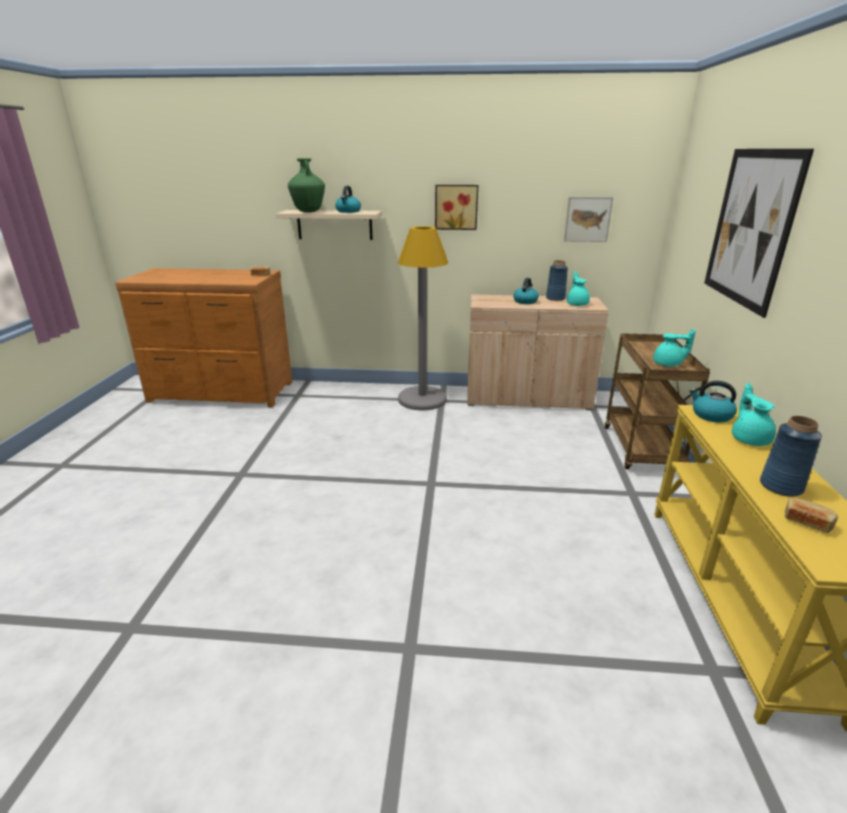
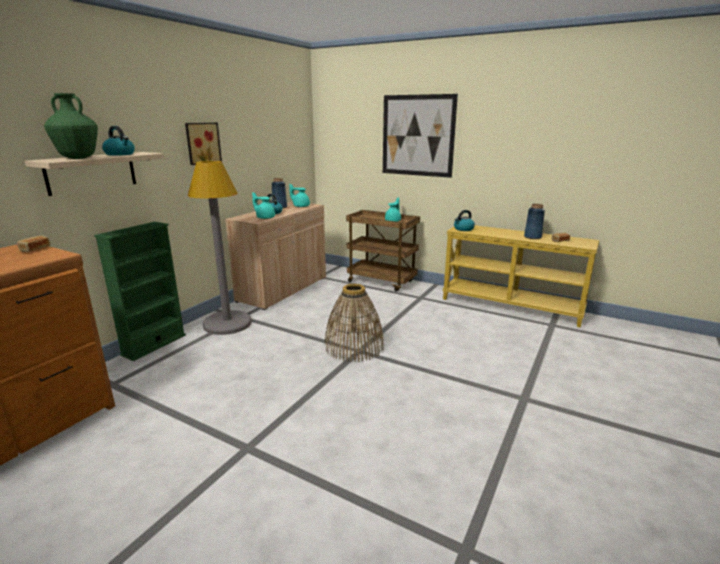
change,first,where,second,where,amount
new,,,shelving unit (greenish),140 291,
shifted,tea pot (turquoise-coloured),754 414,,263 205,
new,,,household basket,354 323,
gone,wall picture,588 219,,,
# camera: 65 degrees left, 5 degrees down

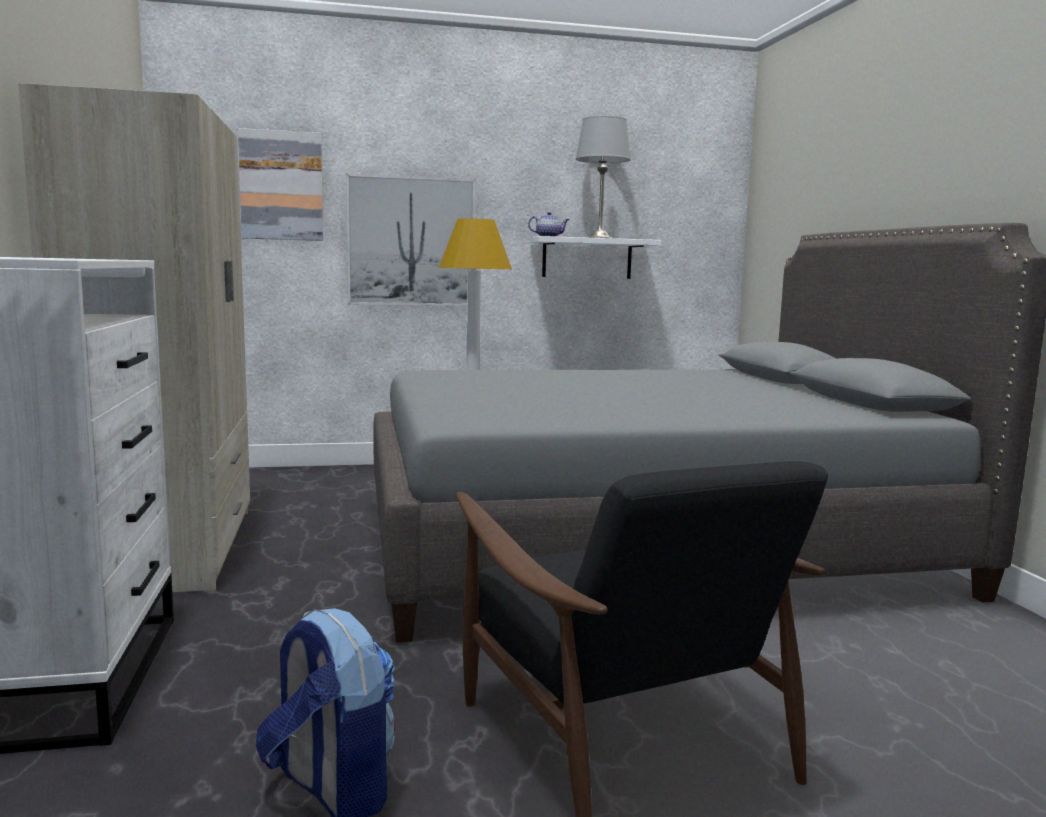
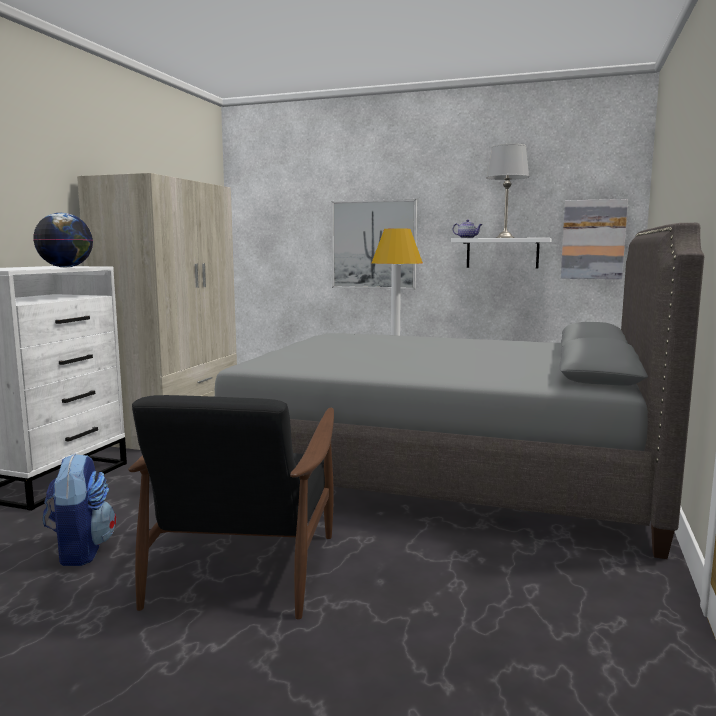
change,first,where,second,where,amount
new,,,desk globe,63 240,
shifted,wall picture,280 184,,594 239,
# camera: 30 degrees right, 0 degrees up

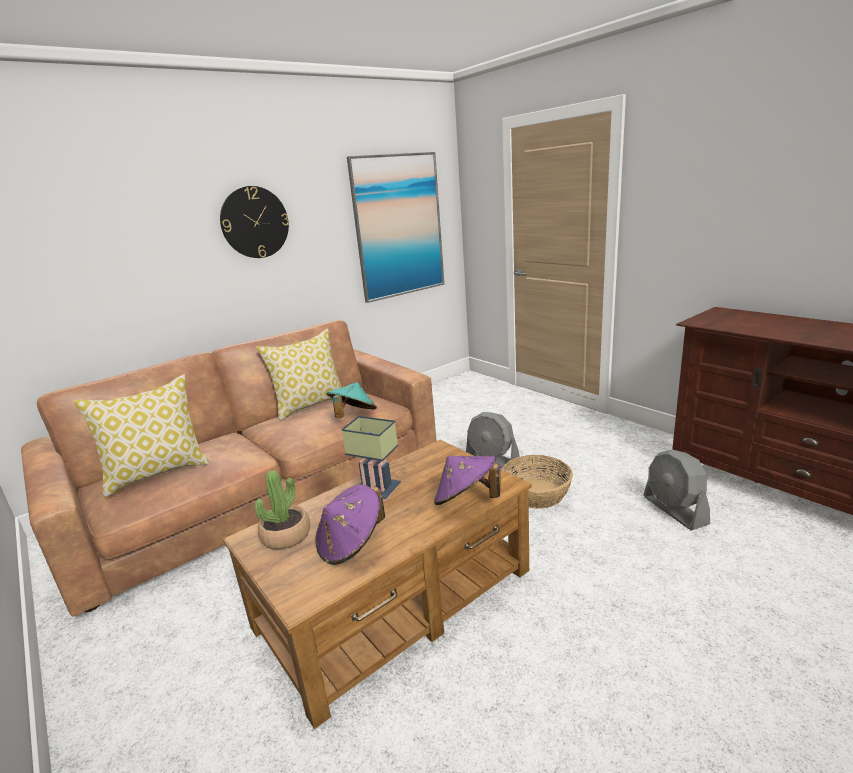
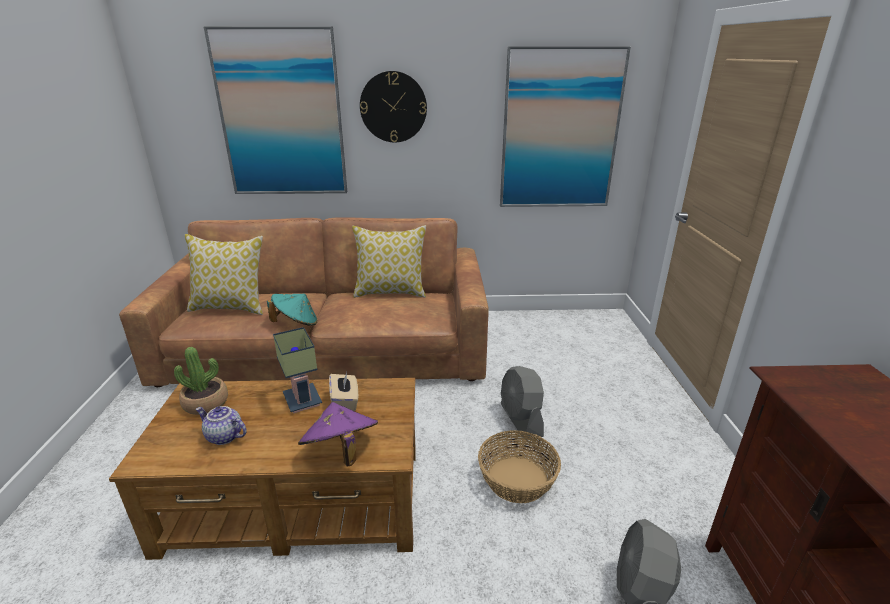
change,first,where,second,where,amount
swapped,hat (purple),350 525,tea pot,221 425,
new,,,wall picture,275 110,
shifted,hat (turquoise-coloured),351 400,,292 310,
new,,,box of tissues (beige-coloured),343 391,
# camera: 35 degrees right, 5 degrees up

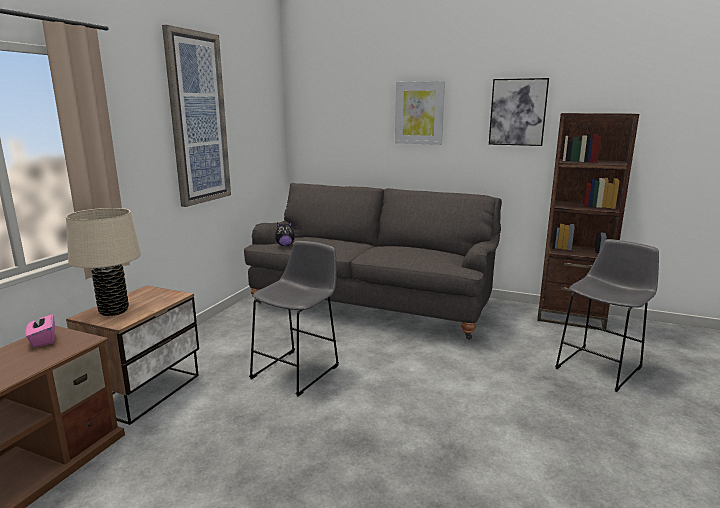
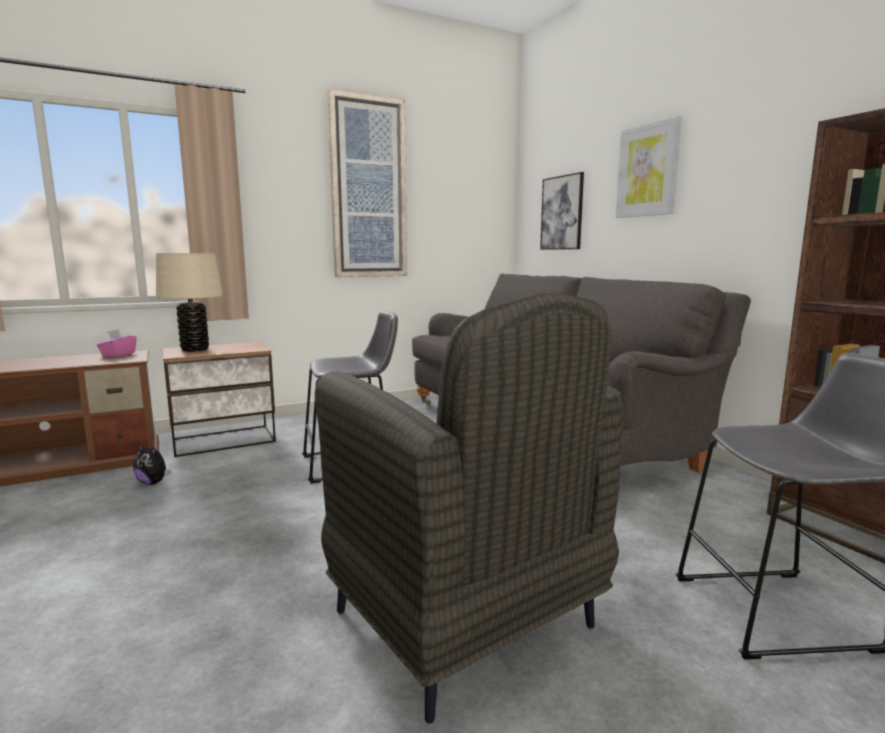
change,first,where,second,where,amount
shifted,cuddly toy,285 234,,152 464,
new,,,lounge chair (gray),470 508,
shifted,wall picture,519 112,,562 211,
# camera: 40 degrees right, 5 degrees down

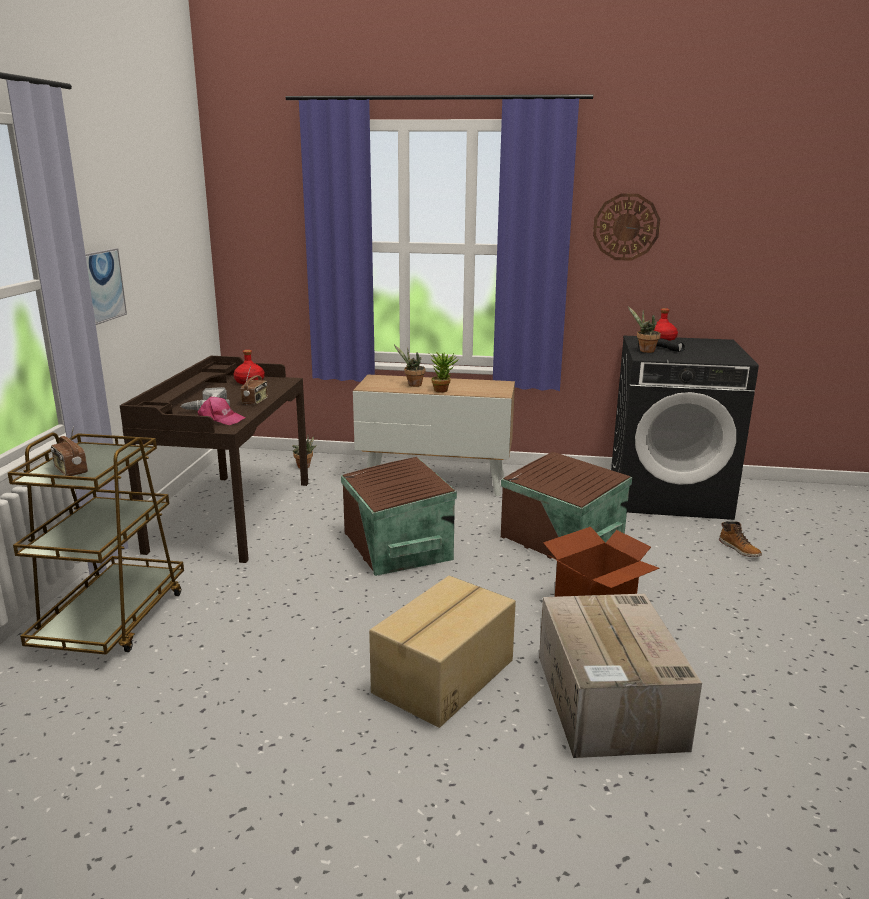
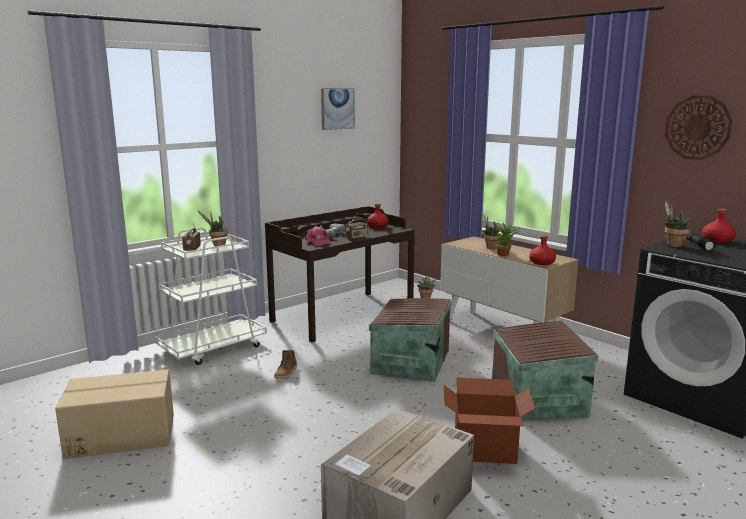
change,first,where,second,where,amount
shifted,packing box,442 652,,114 414,
repainted,wheeled cart (brownish),96 544,wheeled cart (whitish),211 296,
new,,,plant in a pot,213 228,
shifted,boot,740 539,,285 364,
shifted,wall picture,106 286,,338 109,
new,,,drink bottle (red-coloured),542 250,
# camera: 40 degrees right, 5 degrees down

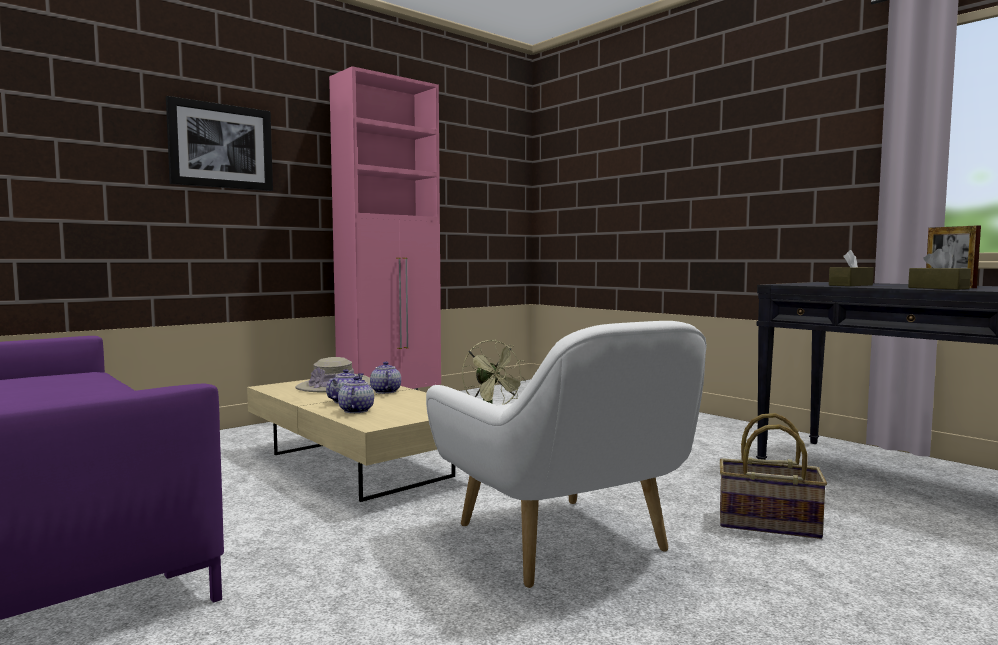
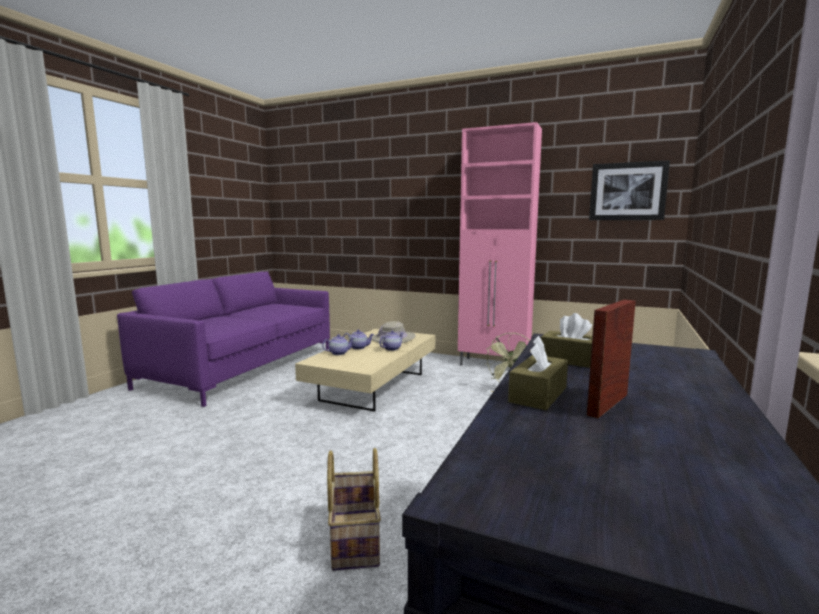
change,first,where,second,where,amount
shifted,wall picture,219 143,,629 190,
gone,lounge chair (whitish),566 454,,,
# camera: 65 degrees right, 5 degrees up

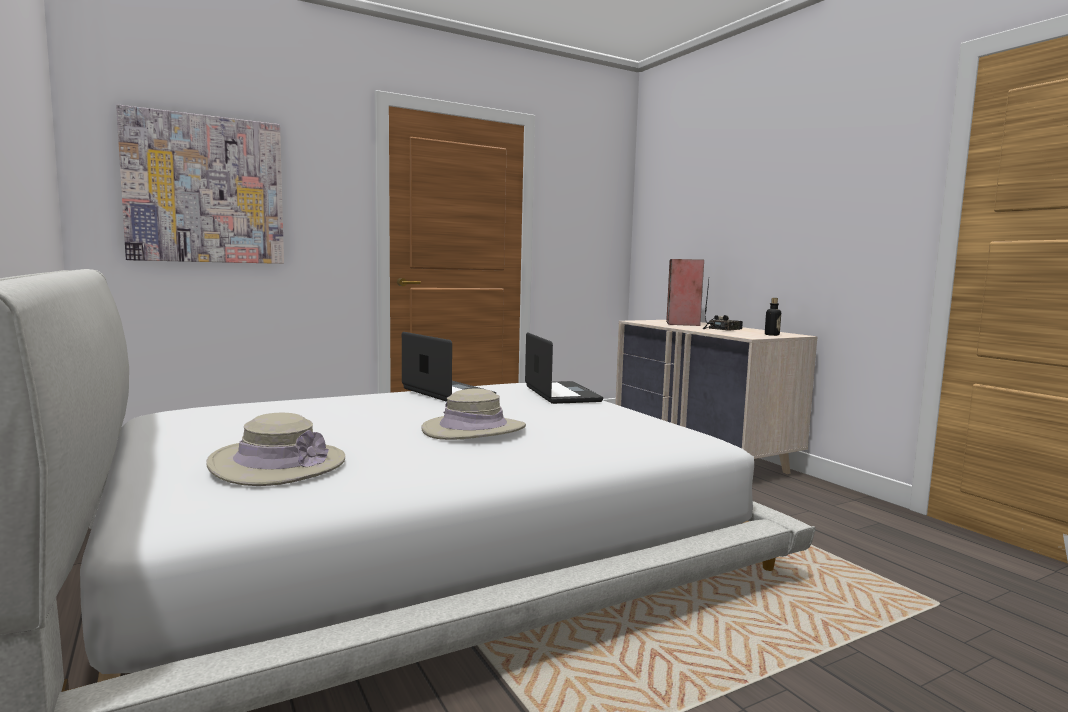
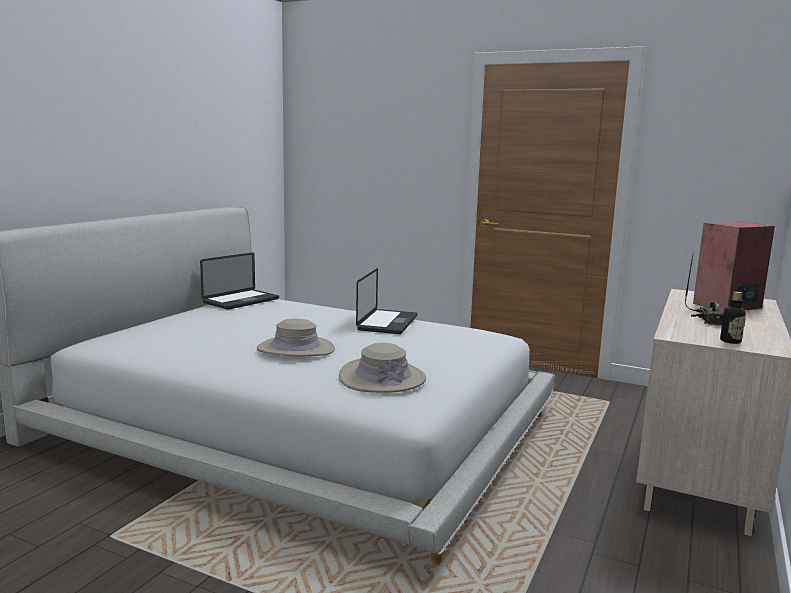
change,first,where,second,where,amount
shifted,notebook computer,564 368,,239 281,
shifted,hat (beige-coloured),275 449,,382 368,
gone,wall picture,200 184,,,
# camera: 55 degrees right, 5 degrees up

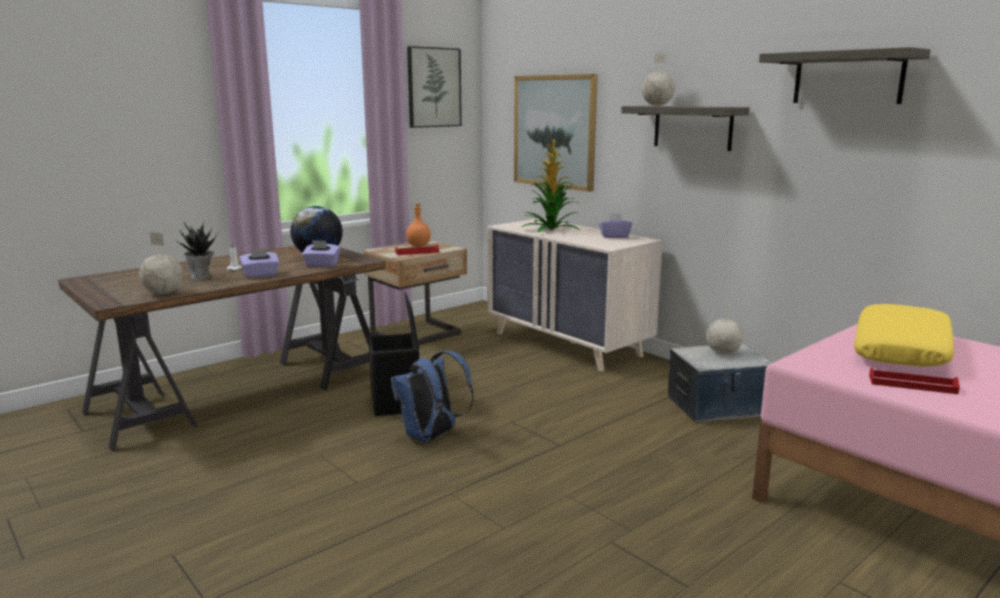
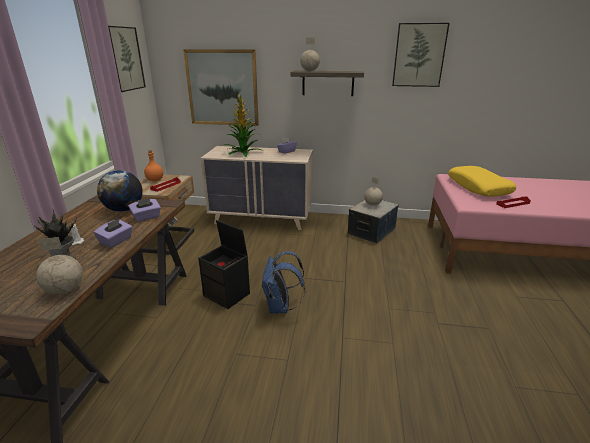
change,first,where,second,where,amount
swapped,shelf,844 75,wall picture,420 55,
# camera: 40 degrees left, 10 degrees up

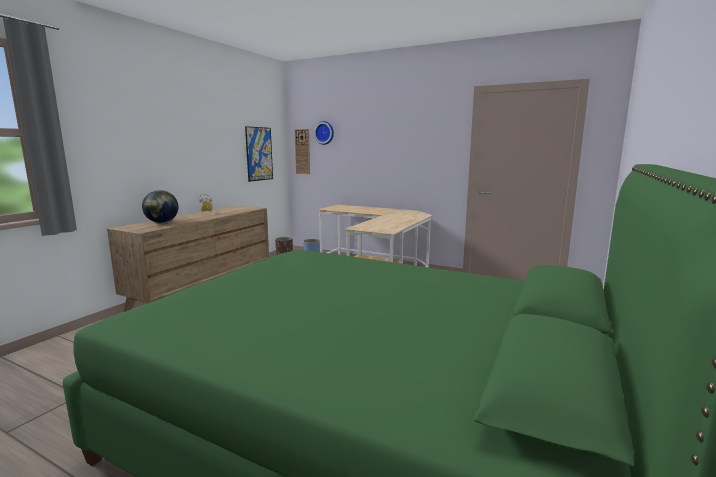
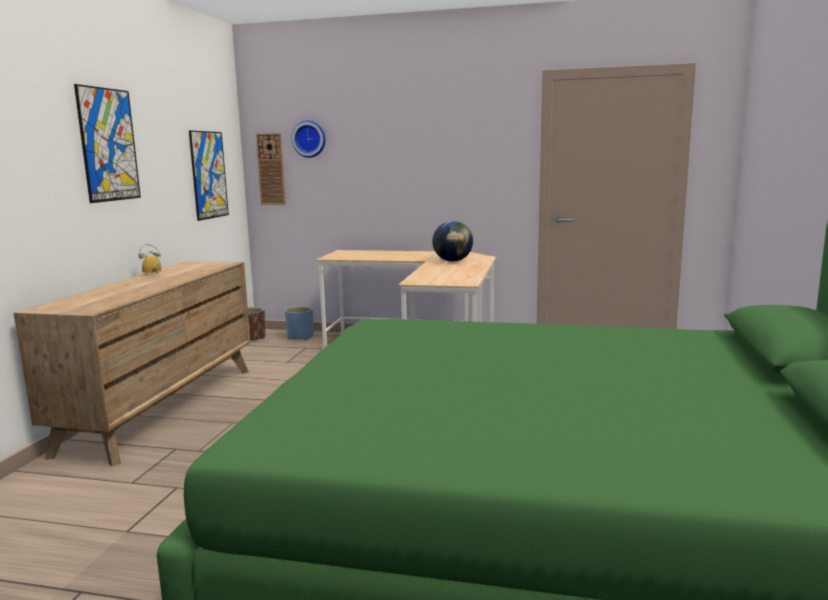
change,first,where,second,where,amount
new,,,wall picture,107 143,
shifted,desk globe,160 206,,452 241,
# camera: 15 degrees left, 0 degrees up

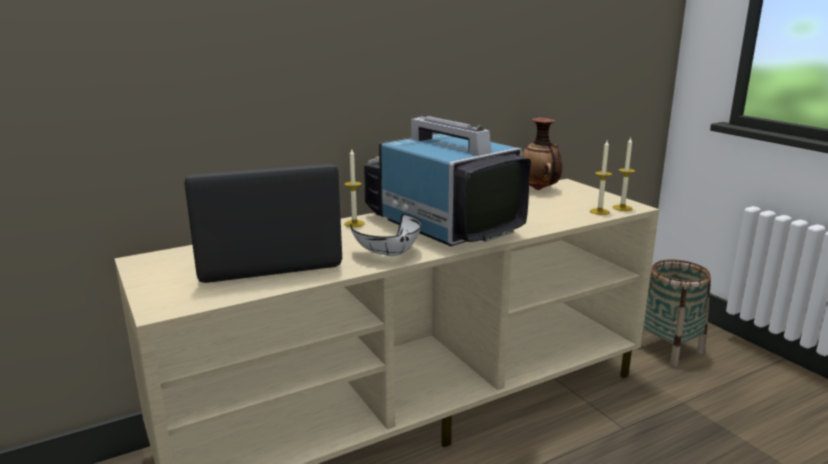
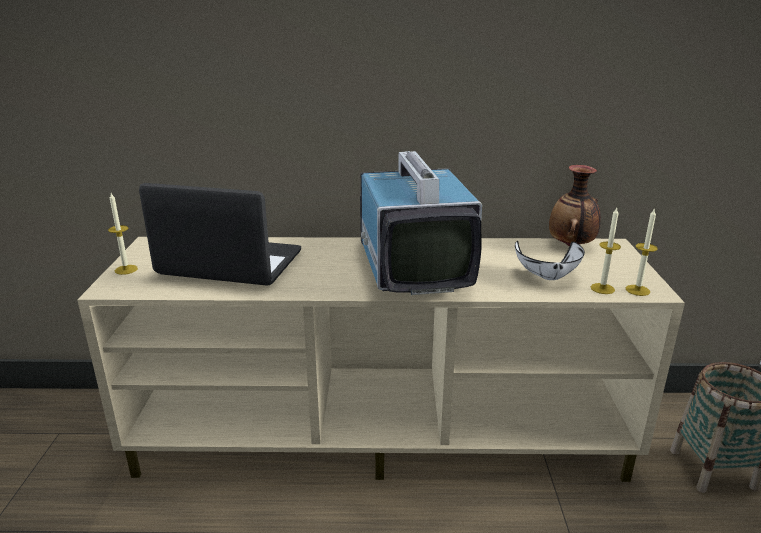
change,first,where,second,where,amount
shifted,candle,354 188,,123 234,
shifted,bowl (whitish),385 235,,550 260,
# camera: 30 degrees right, 5 degrees up

